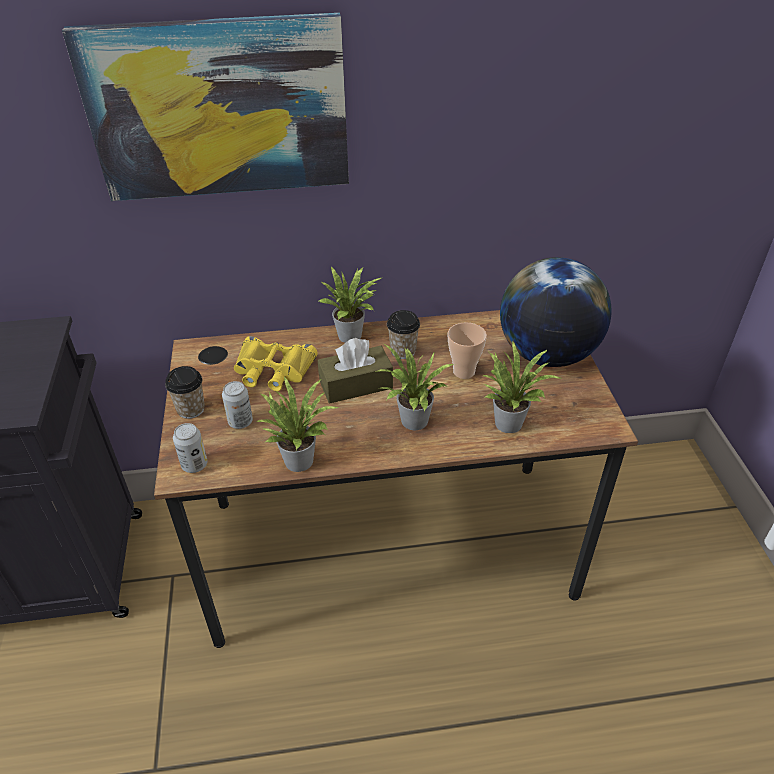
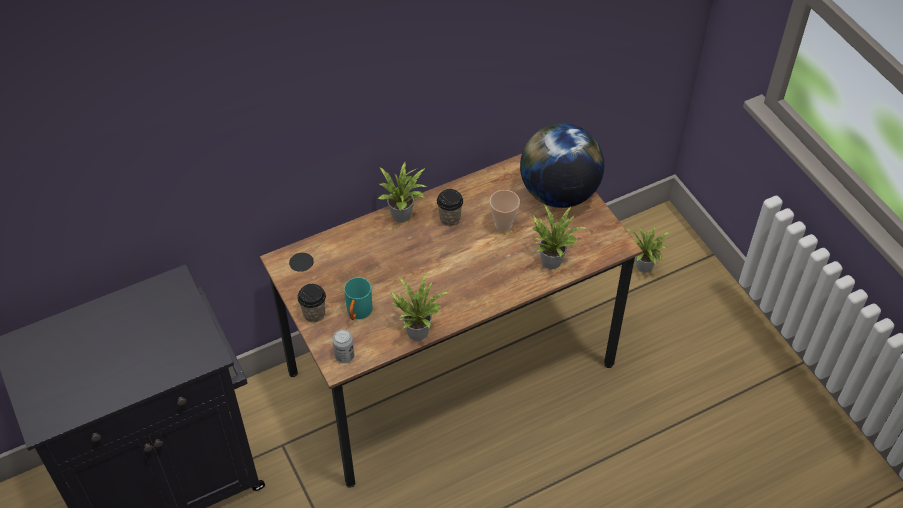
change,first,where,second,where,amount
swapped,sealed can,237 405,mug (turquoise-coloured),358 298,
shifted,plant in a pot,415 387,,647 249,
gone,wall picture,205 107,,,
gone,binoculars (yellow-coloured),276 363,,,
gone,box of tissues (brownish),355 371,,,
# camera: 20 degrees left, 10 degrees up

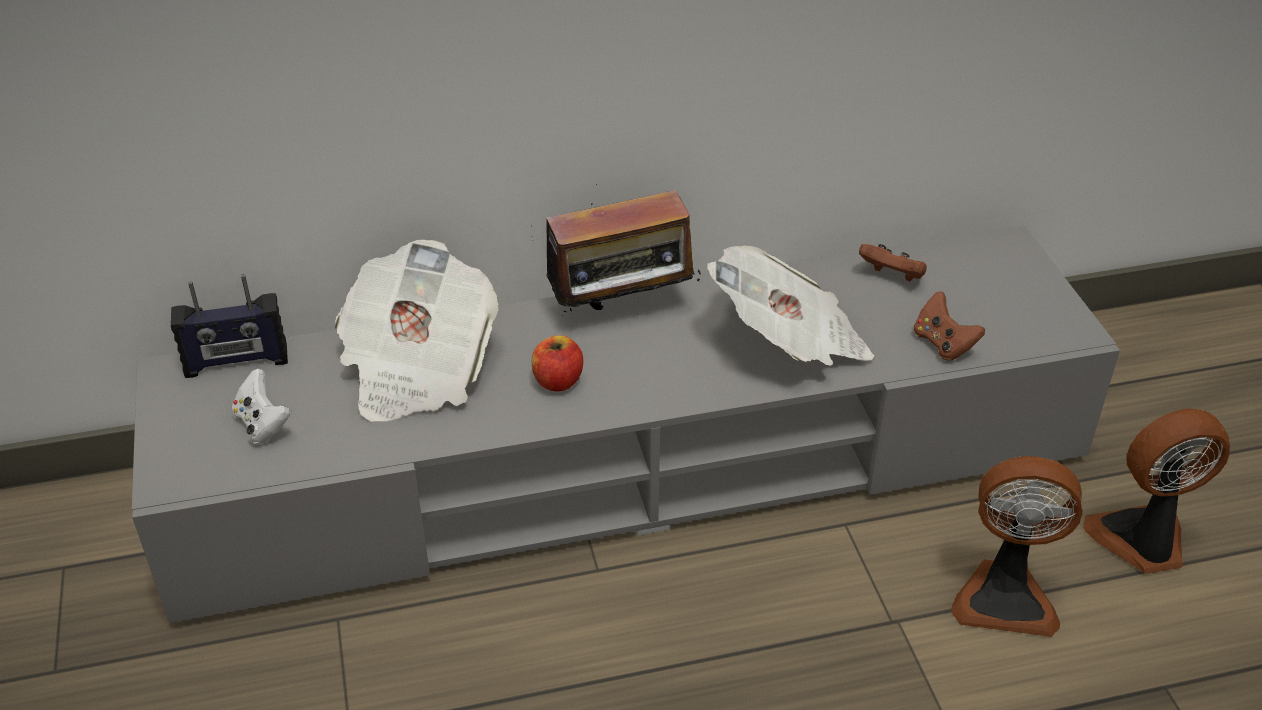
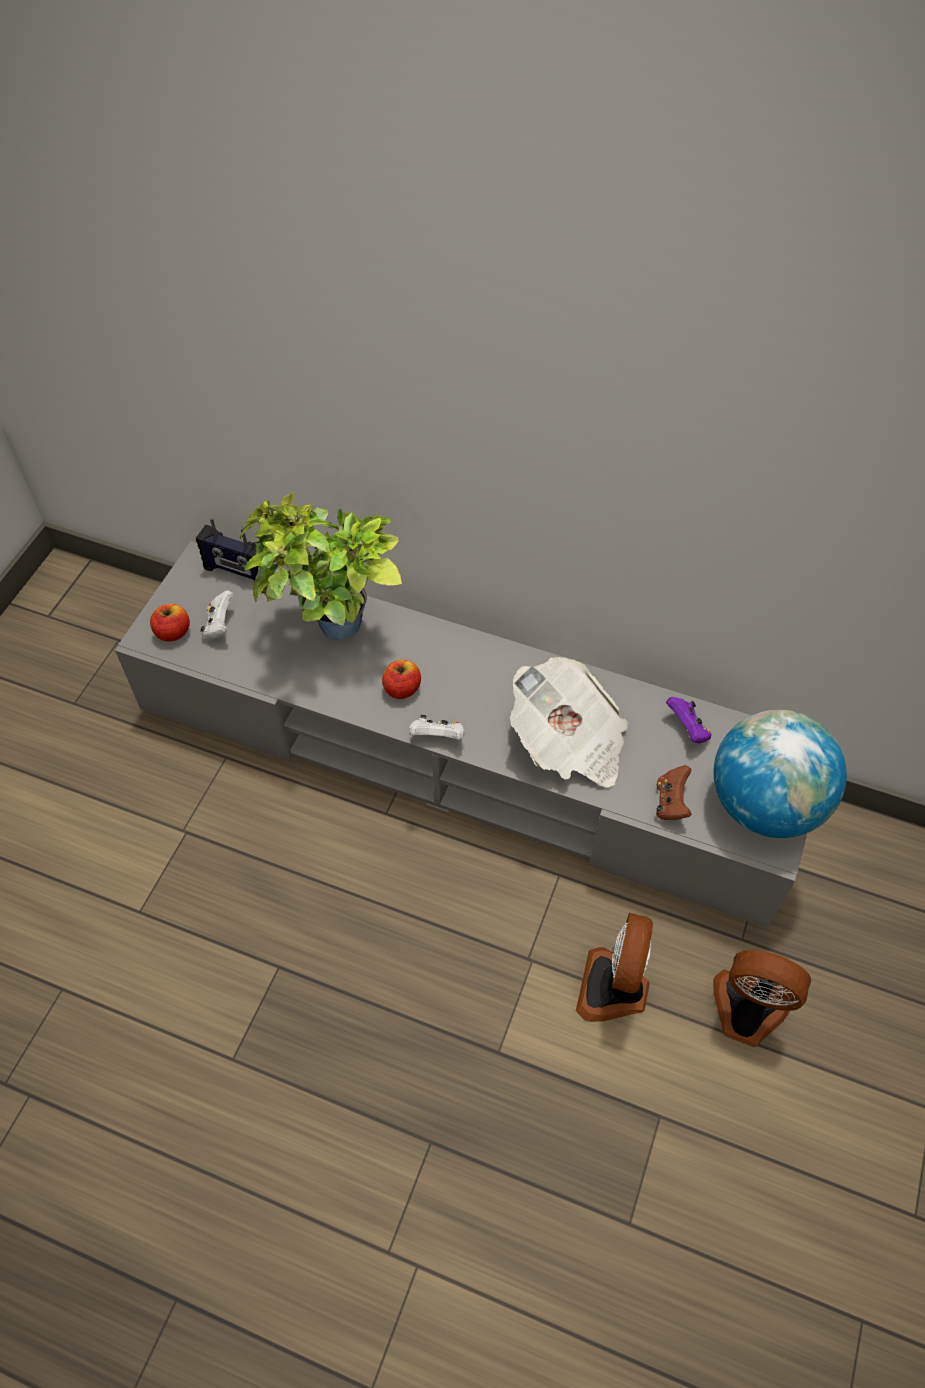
change,first,where,second,where,amount
new,,,whole apple,170 623,
swapped,printed paper,417 331,plant in a pot,321 566,
new,,,game controller (whitish),437 727,
rotated,fan,1017 546,,614 967,60 degrees clockwise
repainted,game controller (brownish),893 263,game controller (purple),689 720,
new,,,desk globe,780 774,
gone,radio,624 250,,,
# camera: 35 degrees right, 15 degrees up

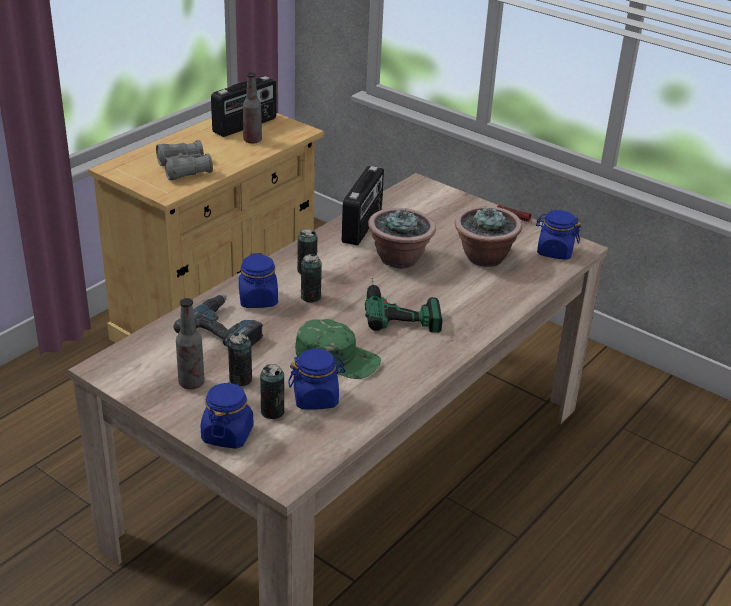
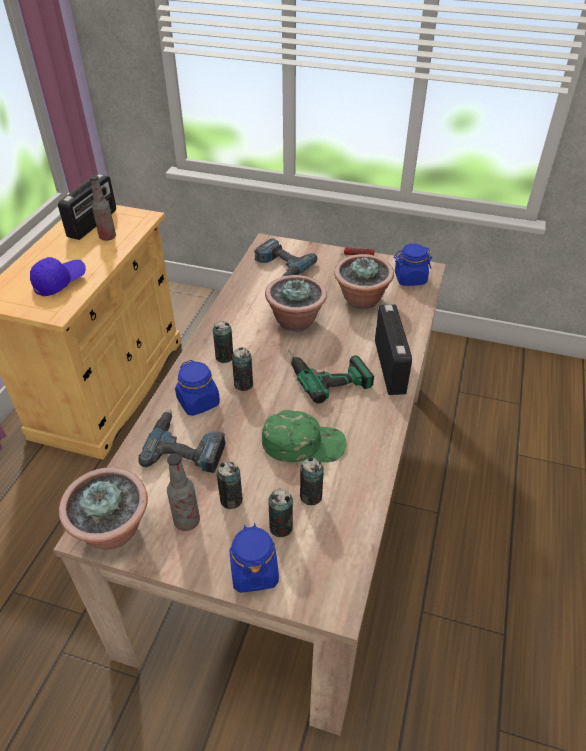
change,first,where,second,where,amount
swapped,binoculars (gray),184 160,baseball cap (blue),58 276,
new,,,plant in a pot,103 508,
new,,,power drill,286 257,
swapped,preserve jar (blue),316 379,sealed can,312 481,
shifted,radio,363 206,,393 349,
# camera: 20 degrees left, 10 degrees up

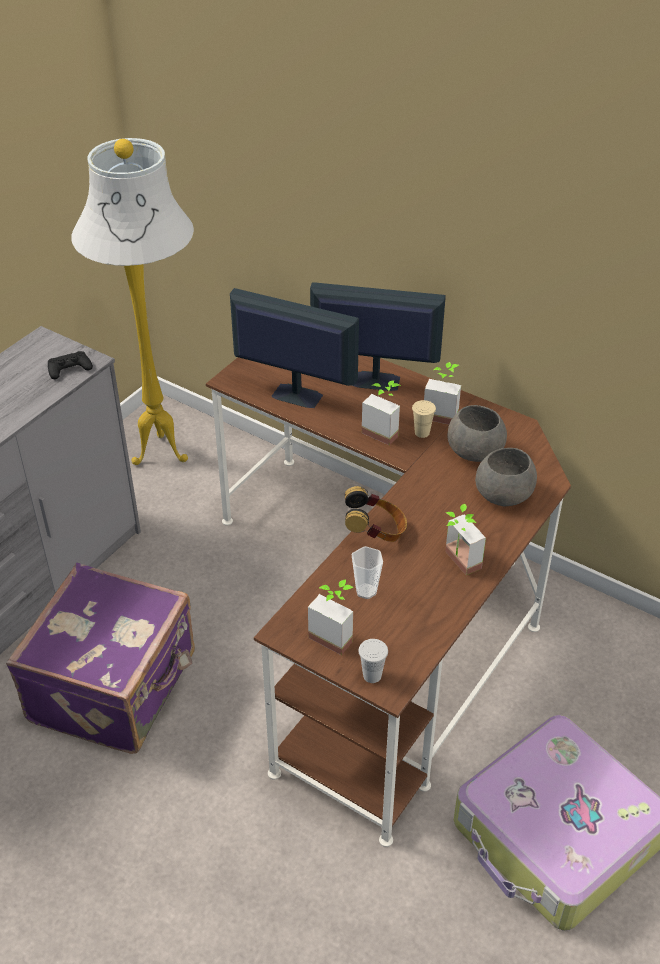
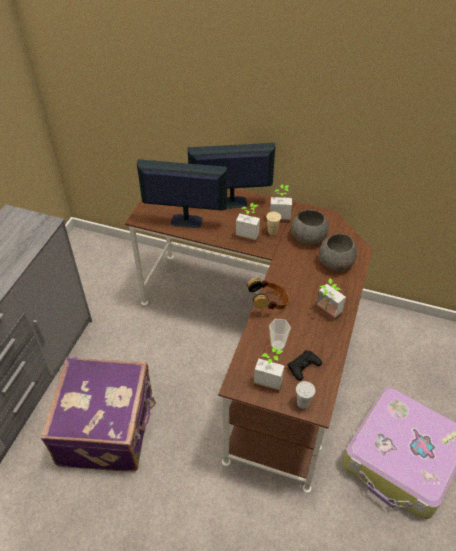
change,first,where,second,where,amount
shifted,game controller (black-coloured),70 365,,304 365,
gone,standard lamp (whitish),132 301,,,
# camera: 15 degrees left, 5 degrees up

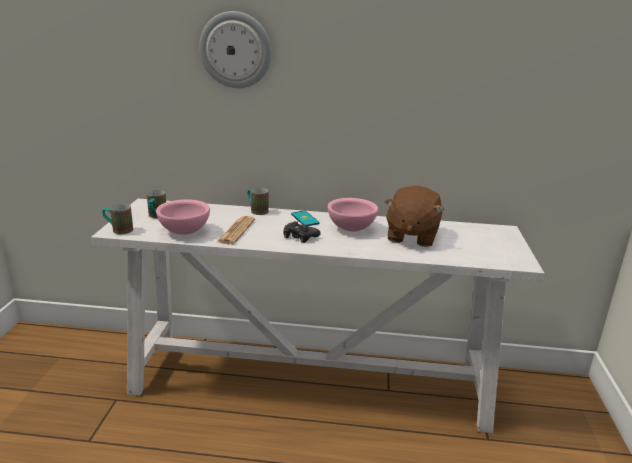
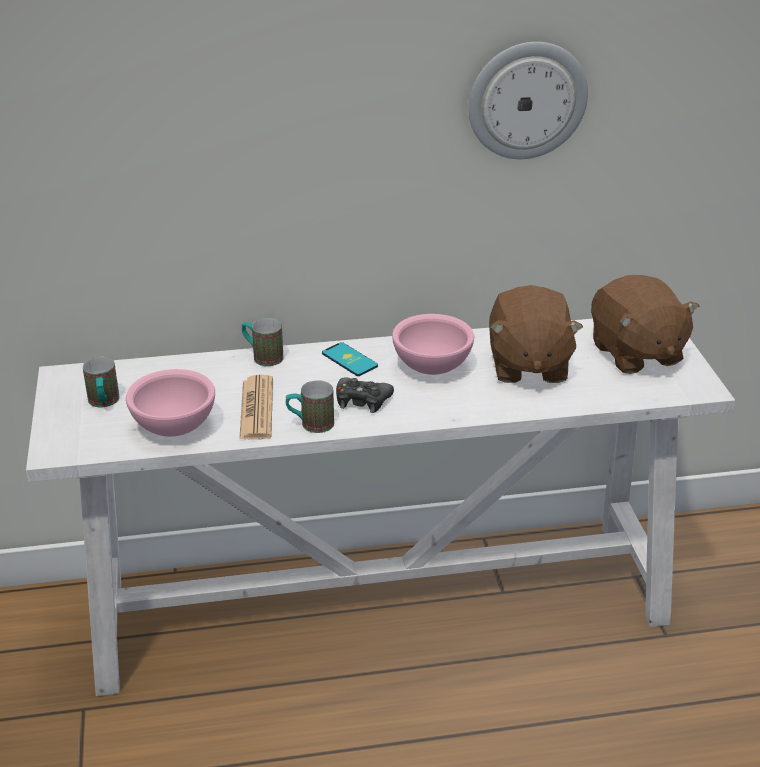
change,first,where,second,where,amount
shifted,mug,117 219,,310 406,
shifted,hanging clock,235 49,,528 100,
new,,,cuddly toy (brownish),645 324,
# camera: 15 degrees left, 10 degrees up

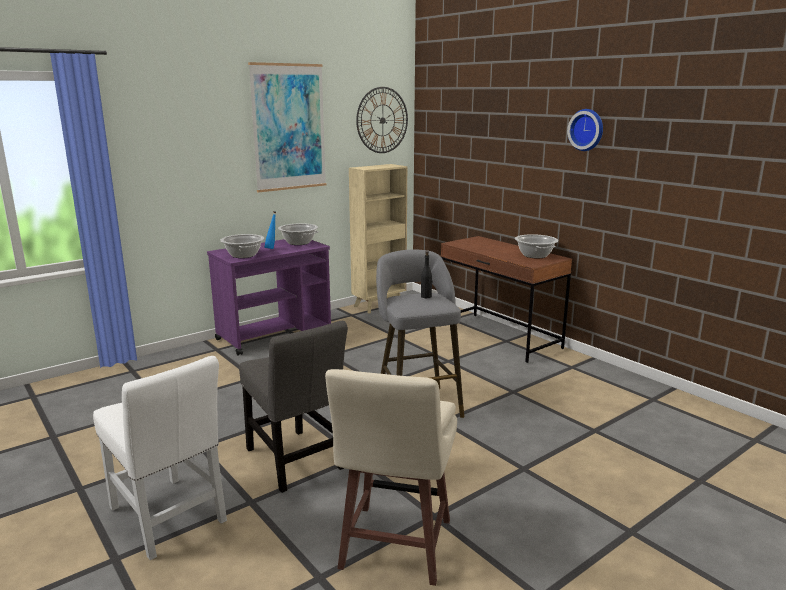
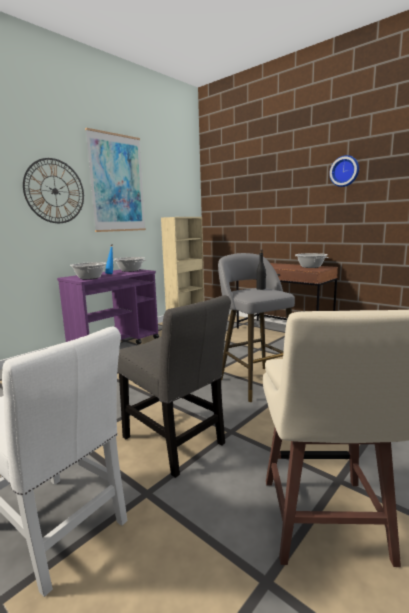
change,first,where,second,where,amount
shifted,hanging clock,382 120,,53 190,
# camera: 10 degrees left, 5 degrees down

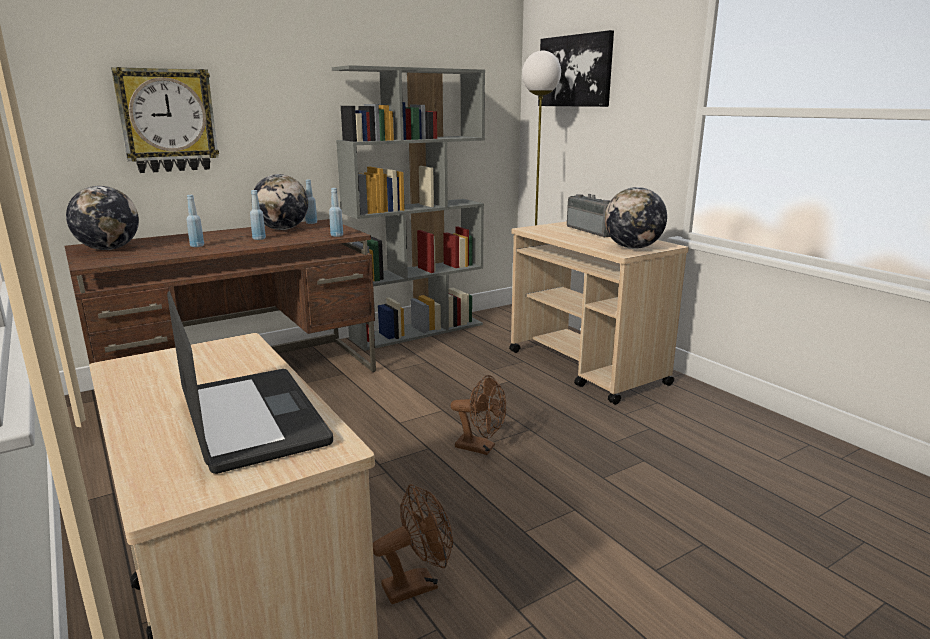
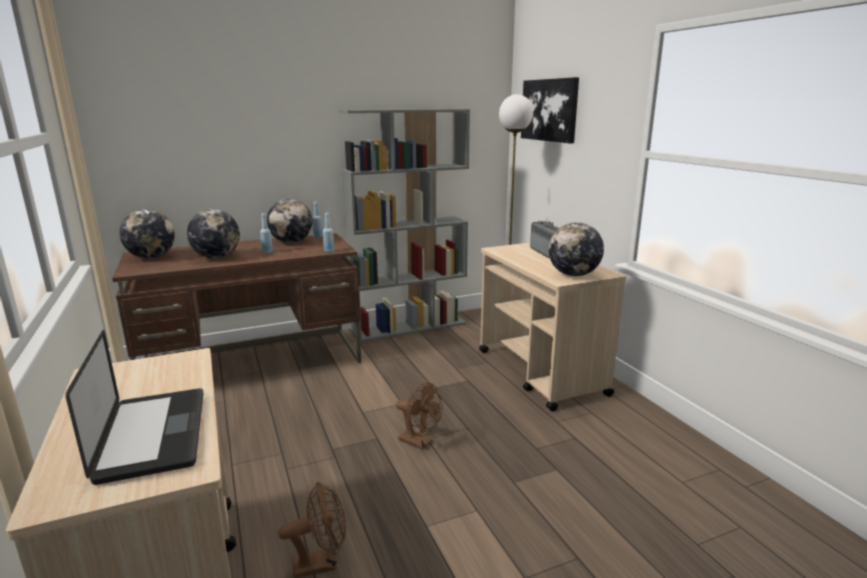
change,first,where,second,where,amount
swapped,drink bottle (blue),195 221,desk globe,213 234,
gone,hanging clock,165 120,,,
# camera: 10 degrees right, 0 degrees up

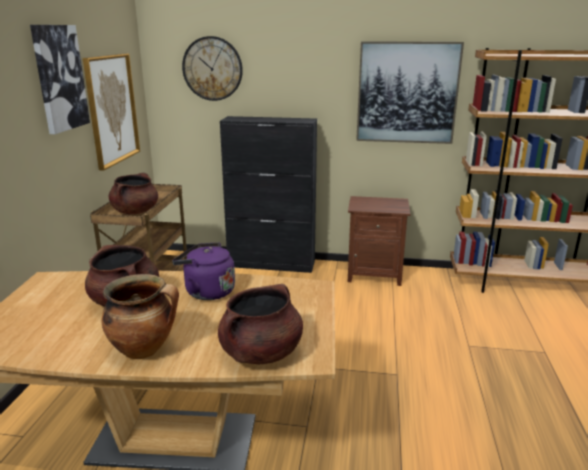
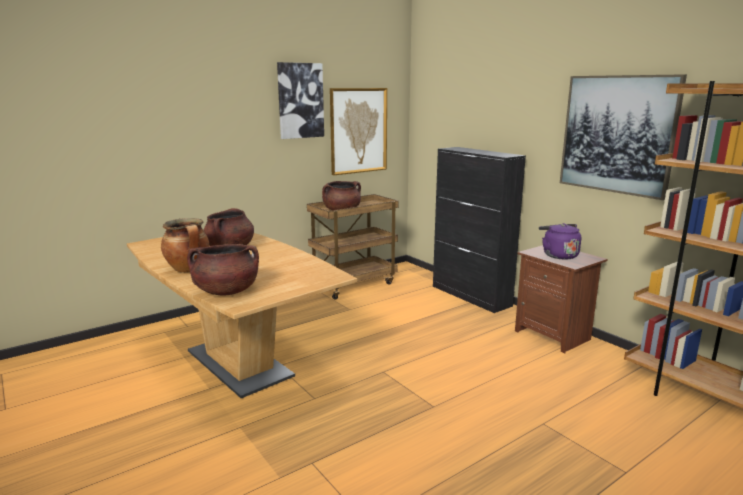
change,first,where,second,where,amount
shifted,tea kettle (purple),203 271,,560 241,
gone,hanging clock,212 68,,,
# camera: 45 degrees right, 5 degrees down

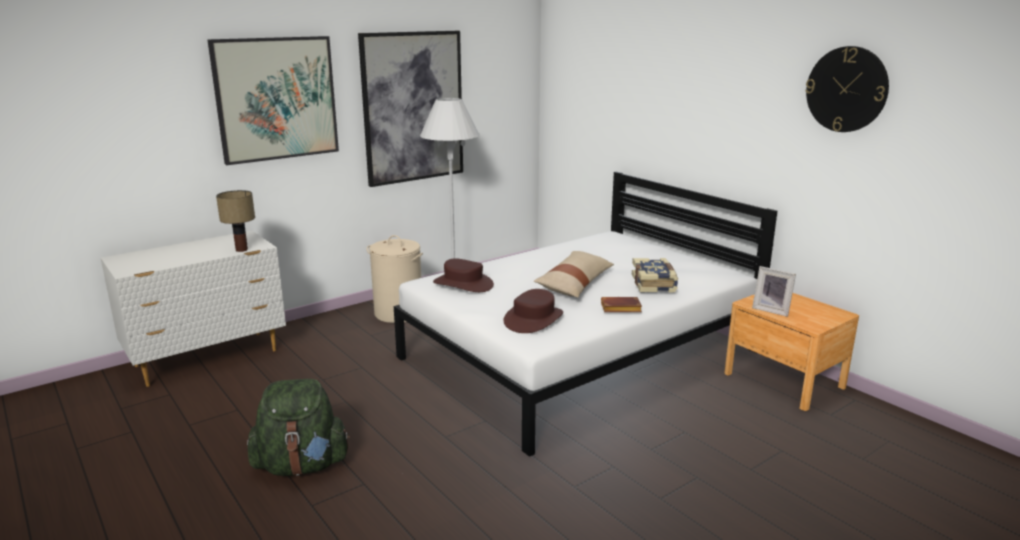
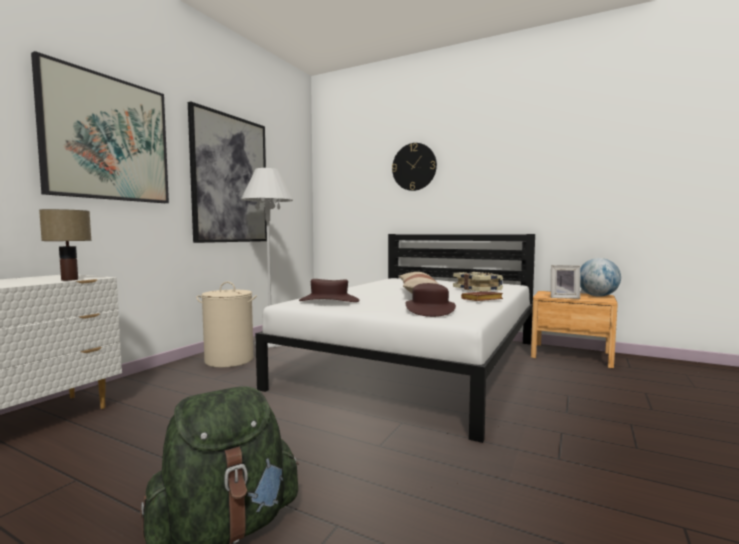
change,first,where,second,where,amount
shifted,hanging clock,847 89,,414 167,
new,,,desk globe,600 277,
# camera: 25 degrees left, 15 degrees down

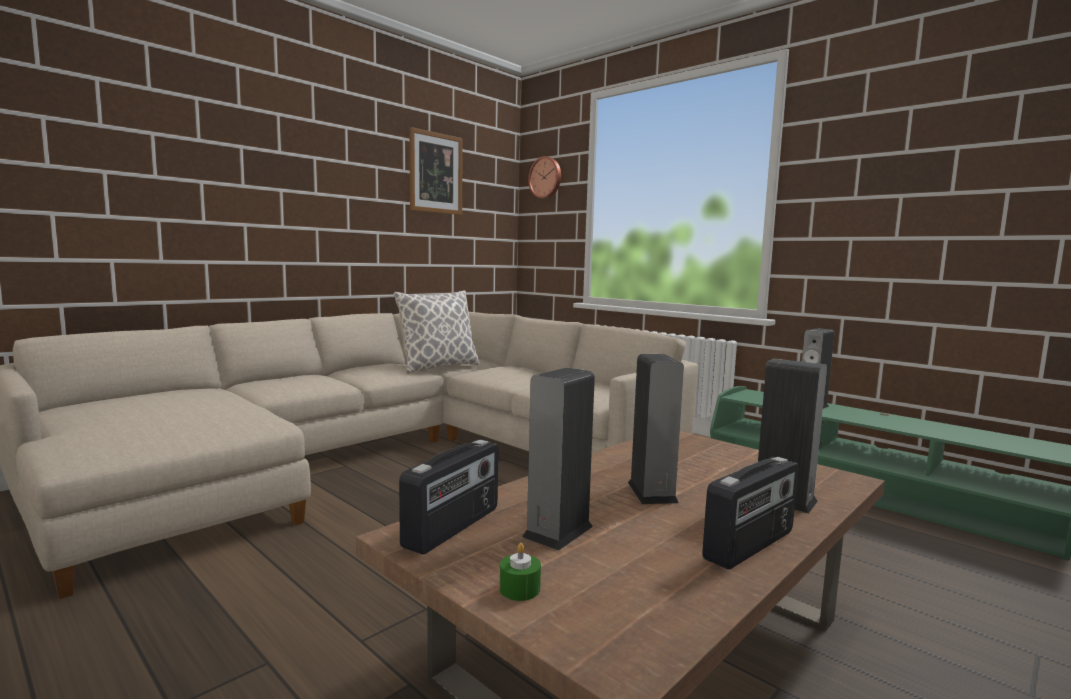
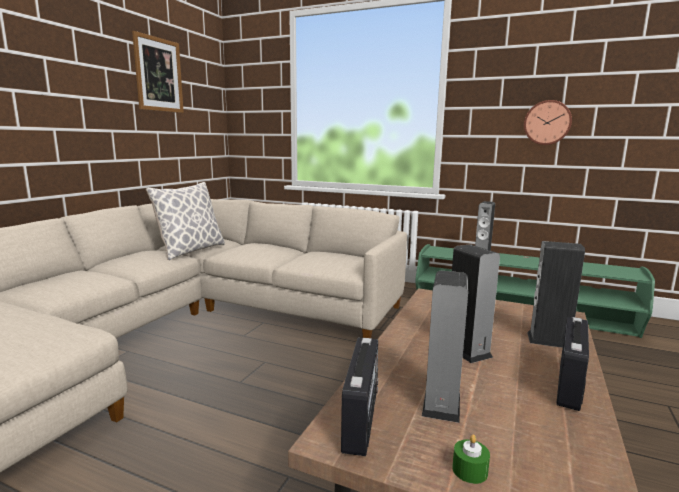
change,first,where,second,where,amount
shifted,hanging clock,544 177,,548 122,
# camera: 20 degrees left, 5 degrees up

